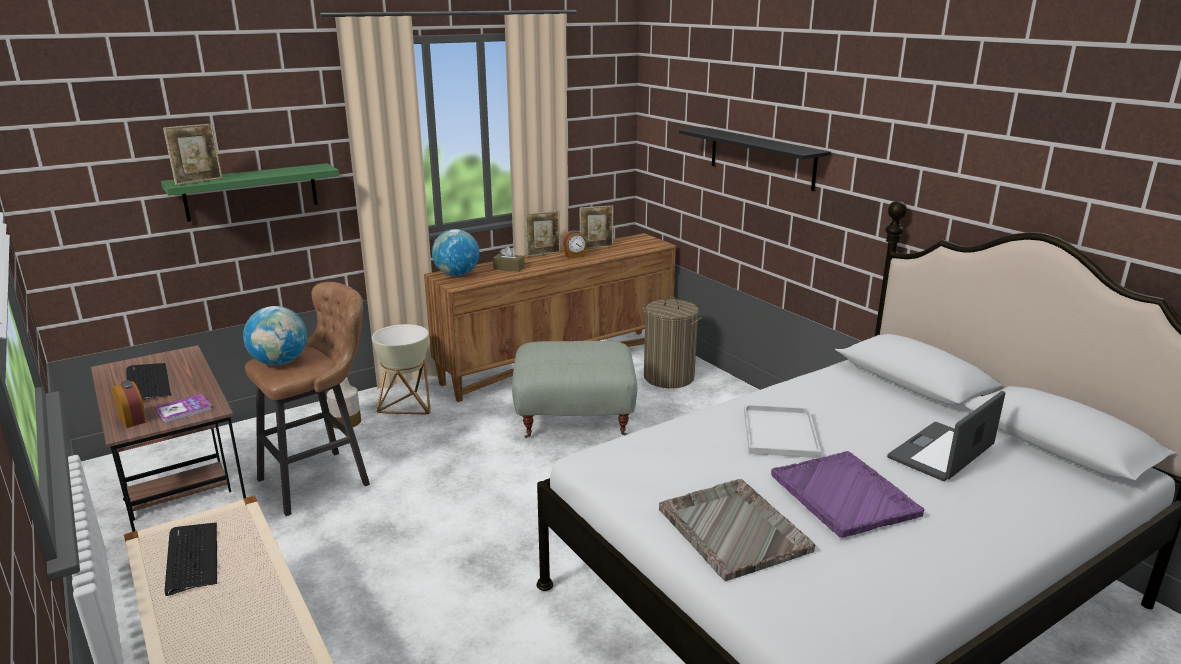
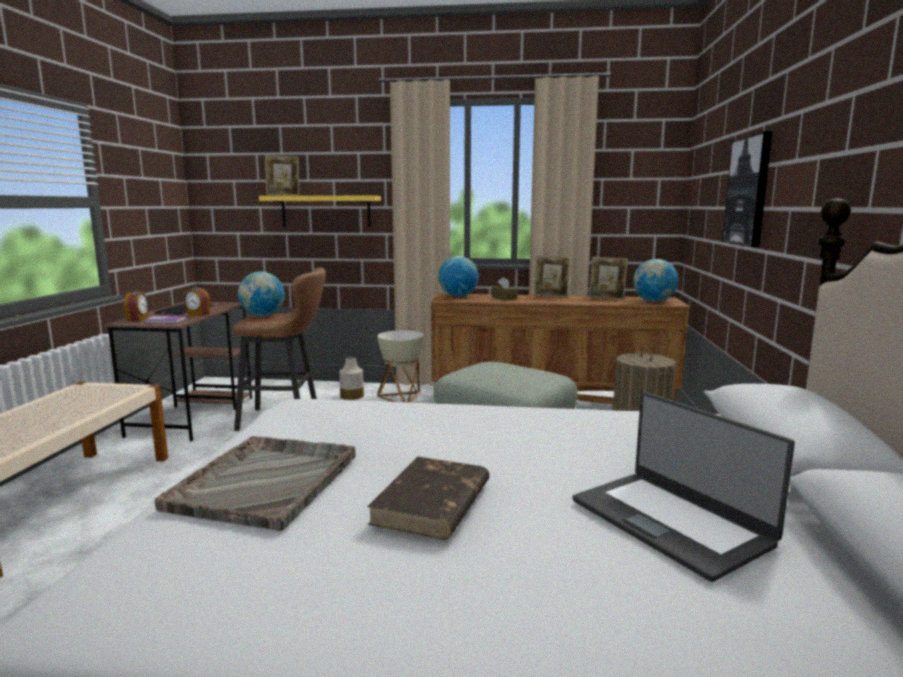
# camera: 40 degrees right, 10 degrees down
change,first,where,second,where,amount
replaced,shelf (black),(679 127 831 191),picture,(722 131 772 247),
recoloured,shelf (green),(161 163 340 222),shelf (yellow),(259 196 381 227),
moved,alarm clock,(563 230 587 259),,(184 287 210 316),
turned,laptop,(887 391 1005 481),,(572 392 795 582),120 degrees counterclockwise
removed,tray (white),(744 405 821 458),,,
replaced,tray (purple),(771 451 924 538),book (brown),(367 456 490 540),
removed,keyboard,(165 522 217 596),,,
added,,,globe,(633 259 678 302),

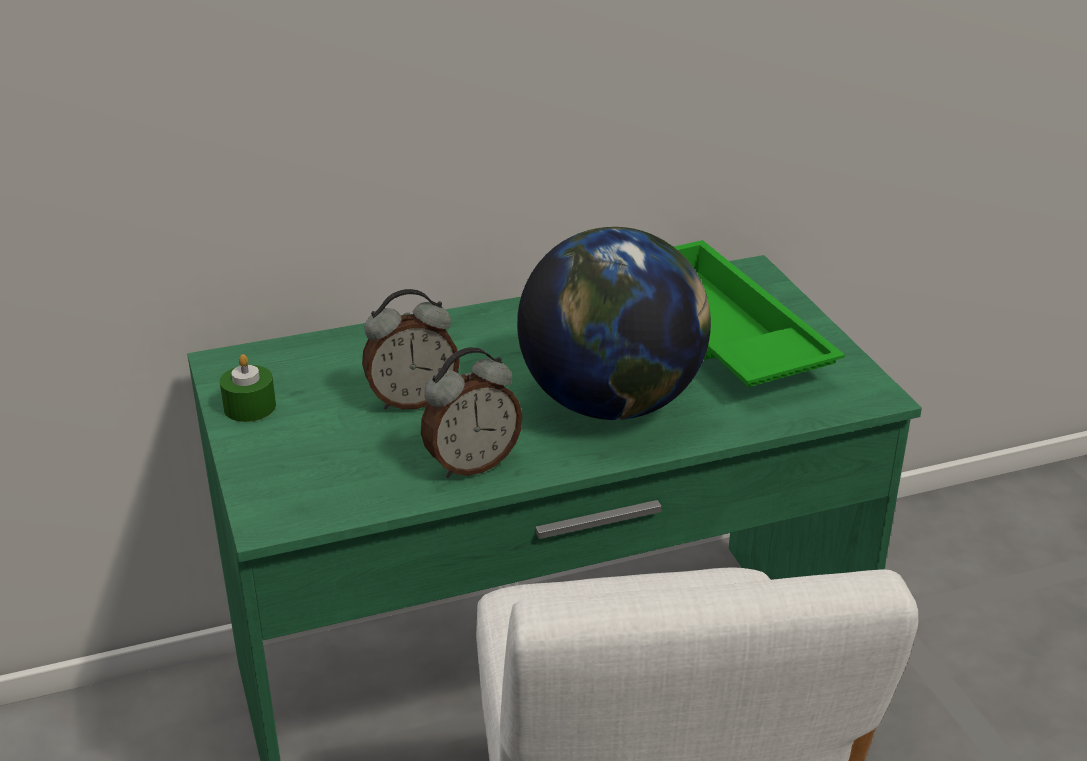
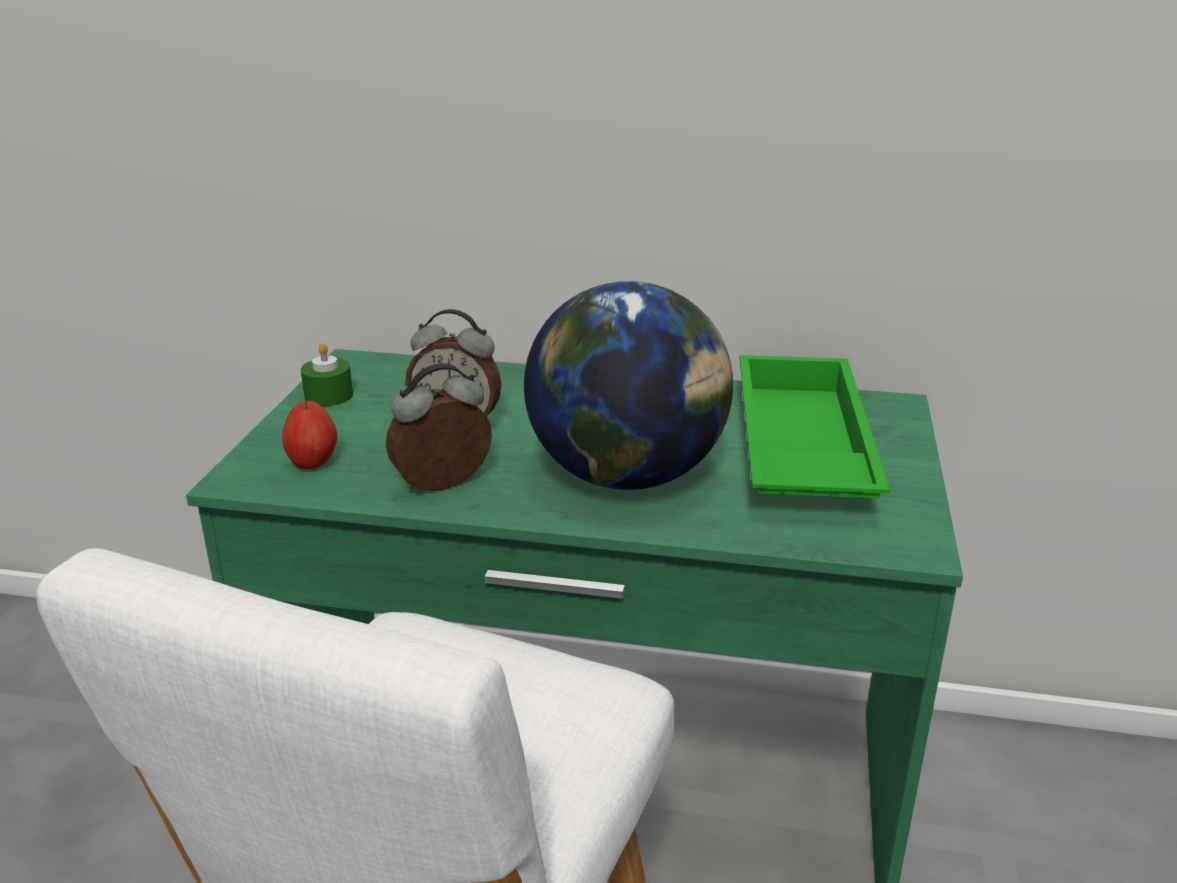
# camera: 30 degrees right, 5 degrees down
change,first,where,second,where,amount
turned,alarm clock,(421 347 523 478),,(386 363 492 492),150 degrees clockwise
added,,,apple,(282 401 337 469),

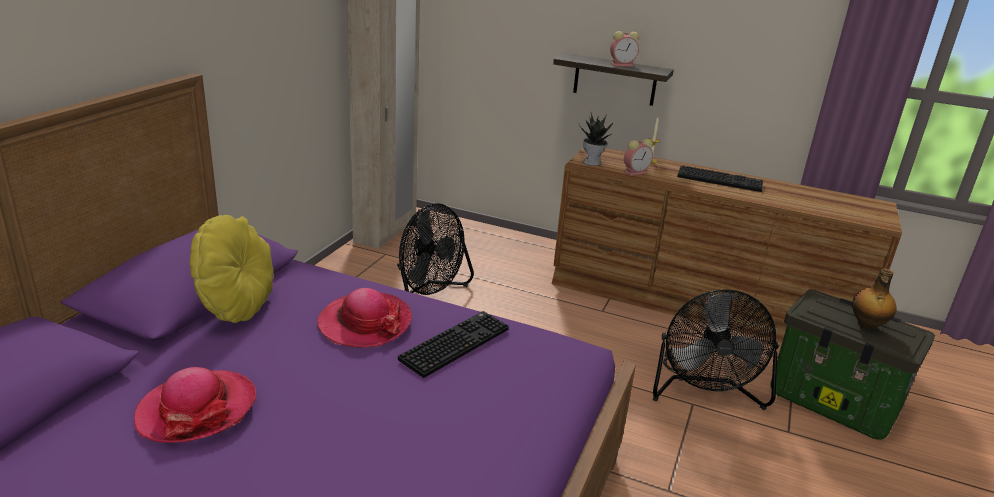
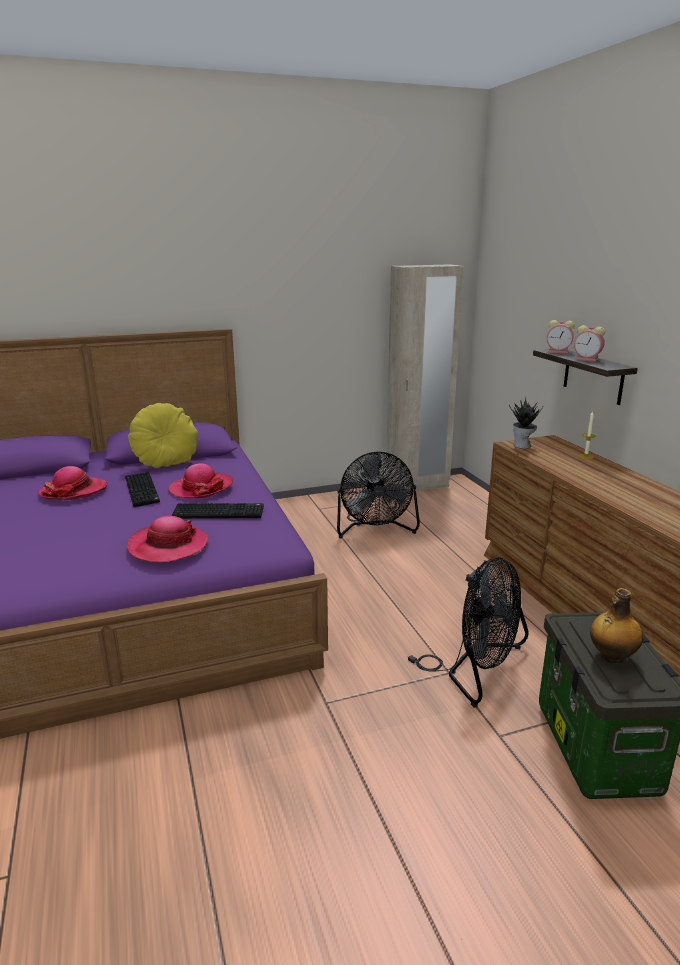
# camera: 50 degrees right, 5 degrees down
change,first,where,second,where,amount
moved,alarm clock,(624 139 653 176),,(547 320 575 354),
moved,keyboard,(677 165 763 192),,(125 472 160 507),
turned,fan (black),(653 289 779 410),,(407 557 529 708),105 degrees counterclockwise
added,,,hat,(127 516 208 563),

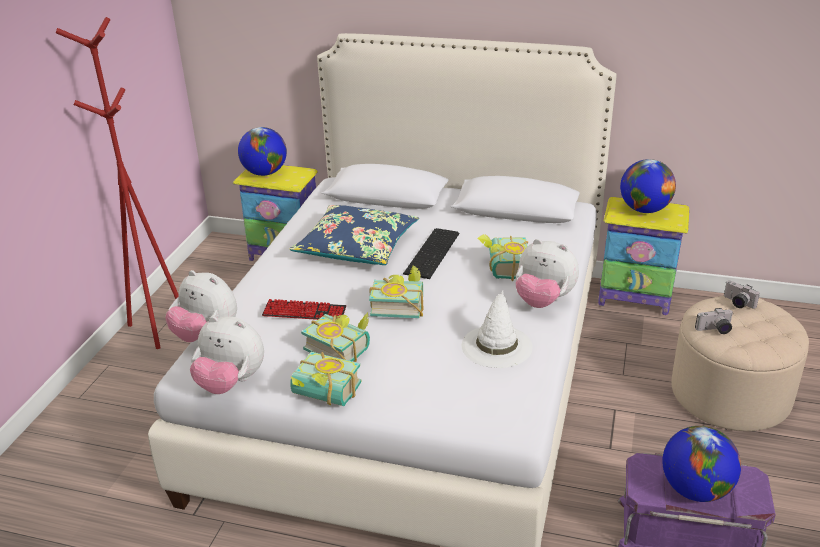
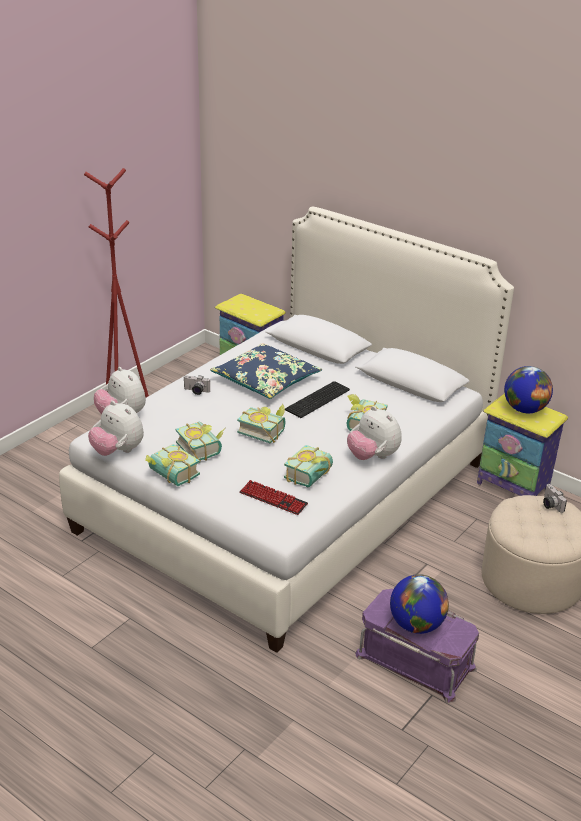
# camera: 20 degrees right, 0 degrees up
change,first,where,second,where,amount
removed,globe,(238 127 287 176),,,
replaced,hat (white),(461 290 533 368),book,(284 445 333 487),
moved,keyboard,(262 299 346 320),,(240 480 308 515),
moved,photo camera,(695 308 733 334),,(184 375 210 395),

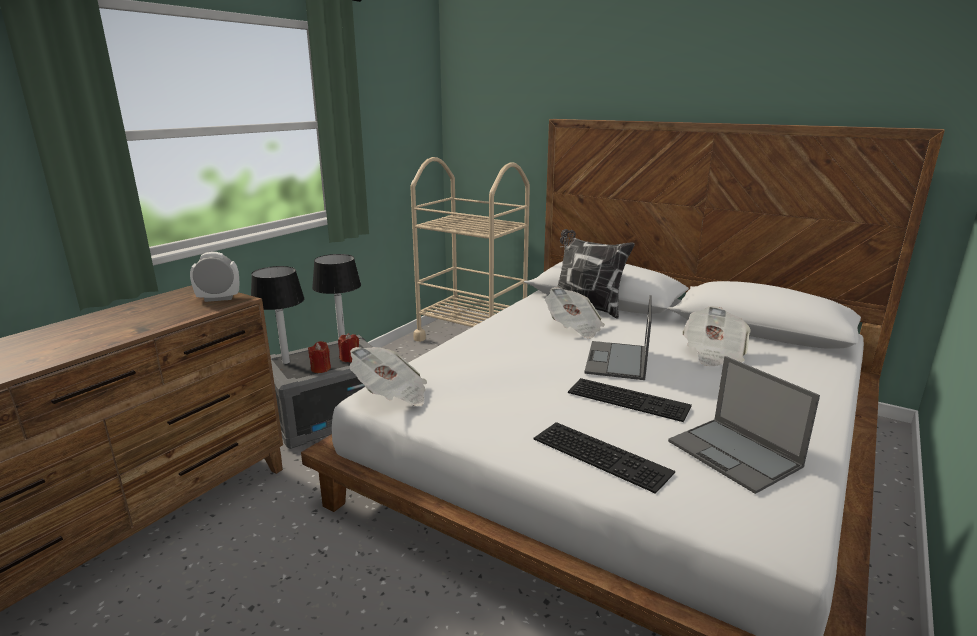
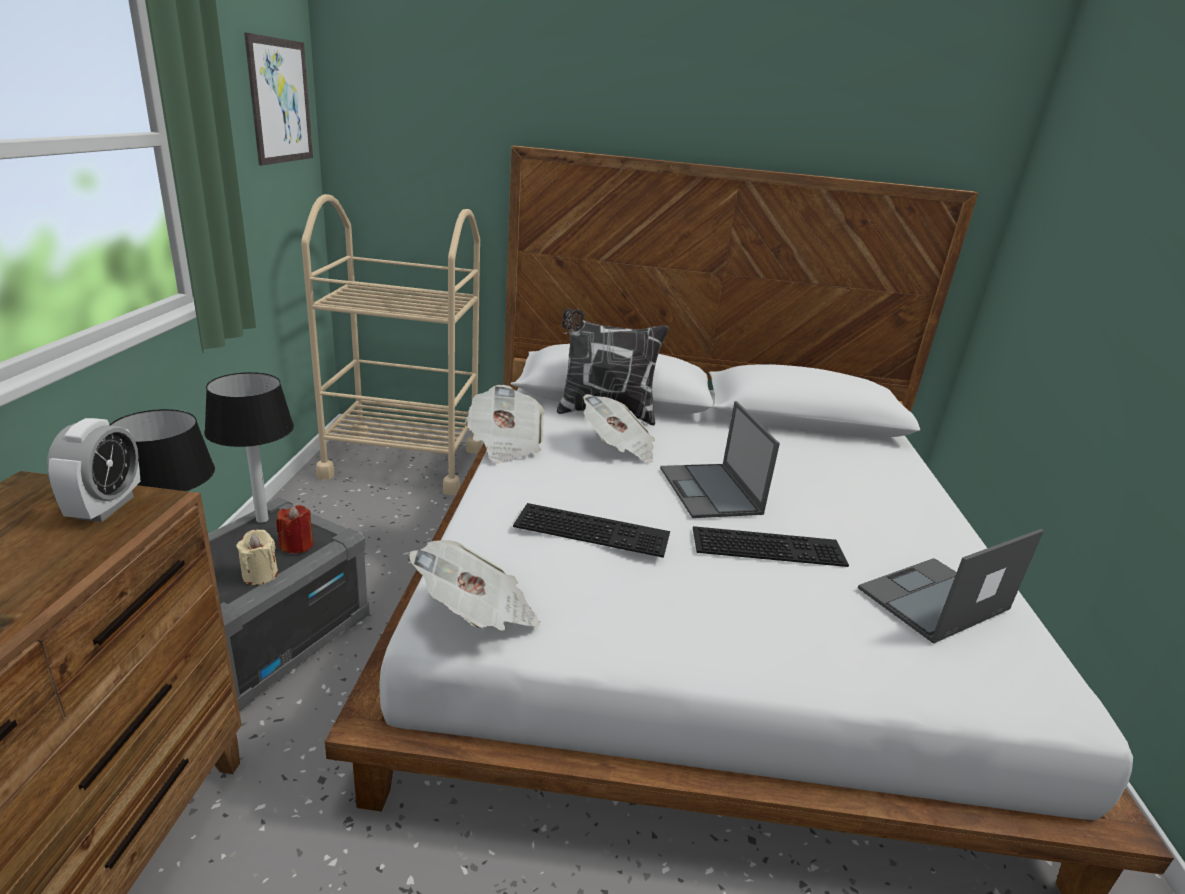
# camera: 30 degrees left, 5 degrees up
change,first,where,second,where,amount
turned,alarm clock,(190 252 239 302),,(47 418 141 522),135 degrees clockwise
moved,newspaper,(682 306 751 366),,(465 385 545 463),
recoloured,candle (red),(308 341 331 373),candle (beige),(236 529 278 585),
turned,laptop,(668 356 820 494),,(858 529 1044 644),120 degrees clockwise
moved,keyboard,(534 422 675 494),,(513 503 670 558),
added,,,picture,(244 32 313 166),

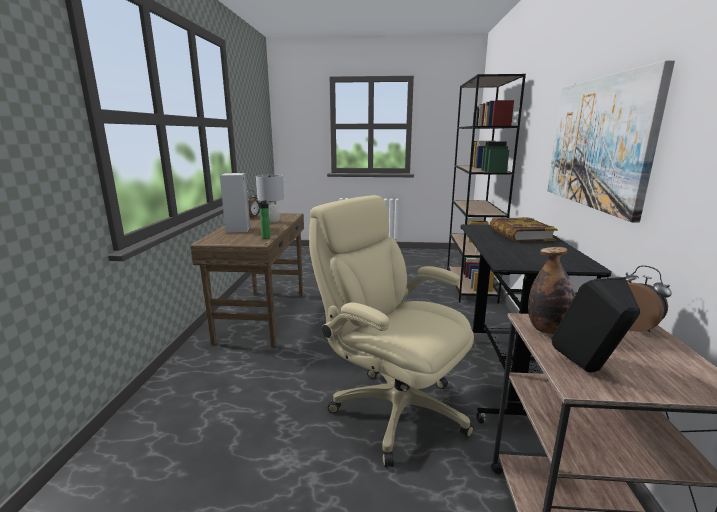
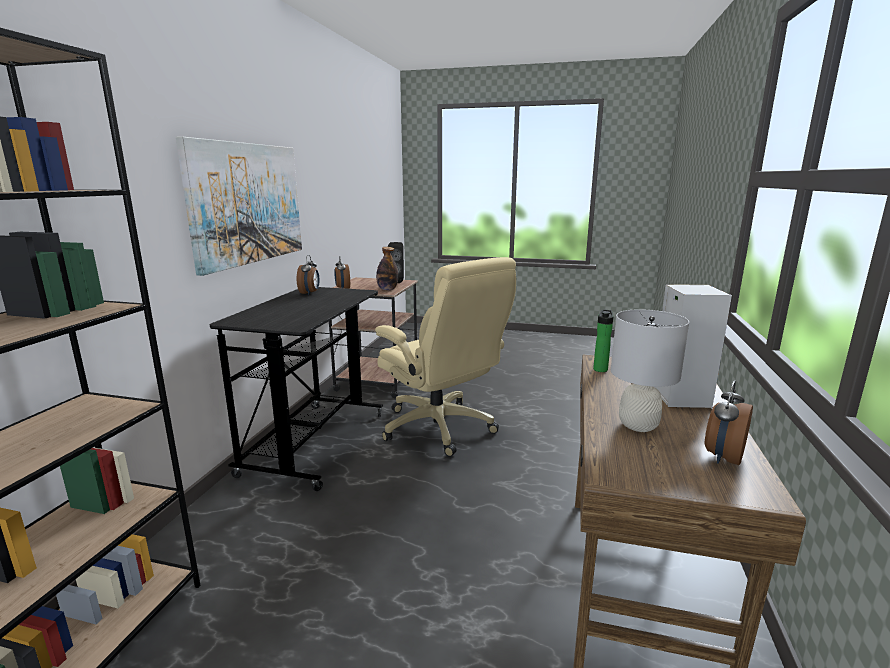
# camera: 170 degrees left, 0 degrees up
change,first,where,second,where,amount
removed,book,(490 217 558 242),,,
added,,,alarm clock,(297 255 319 295),

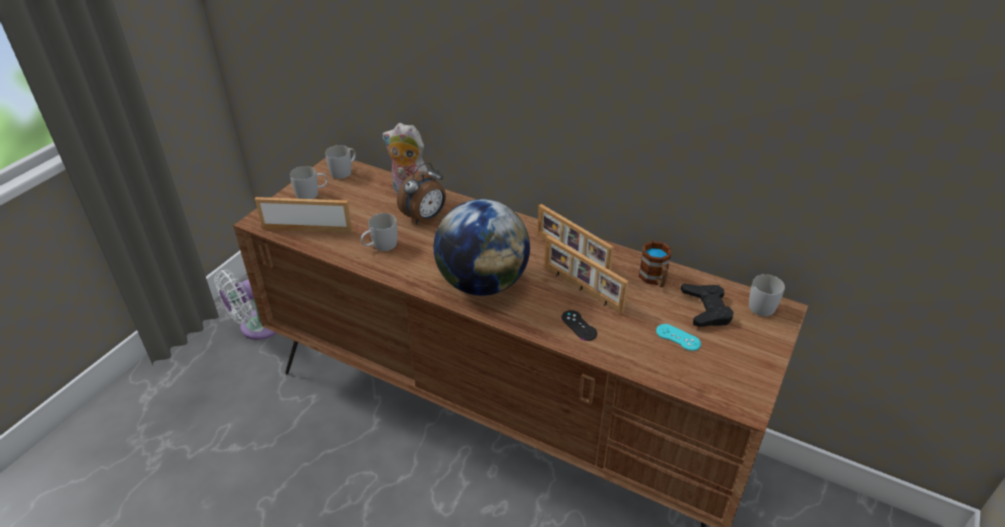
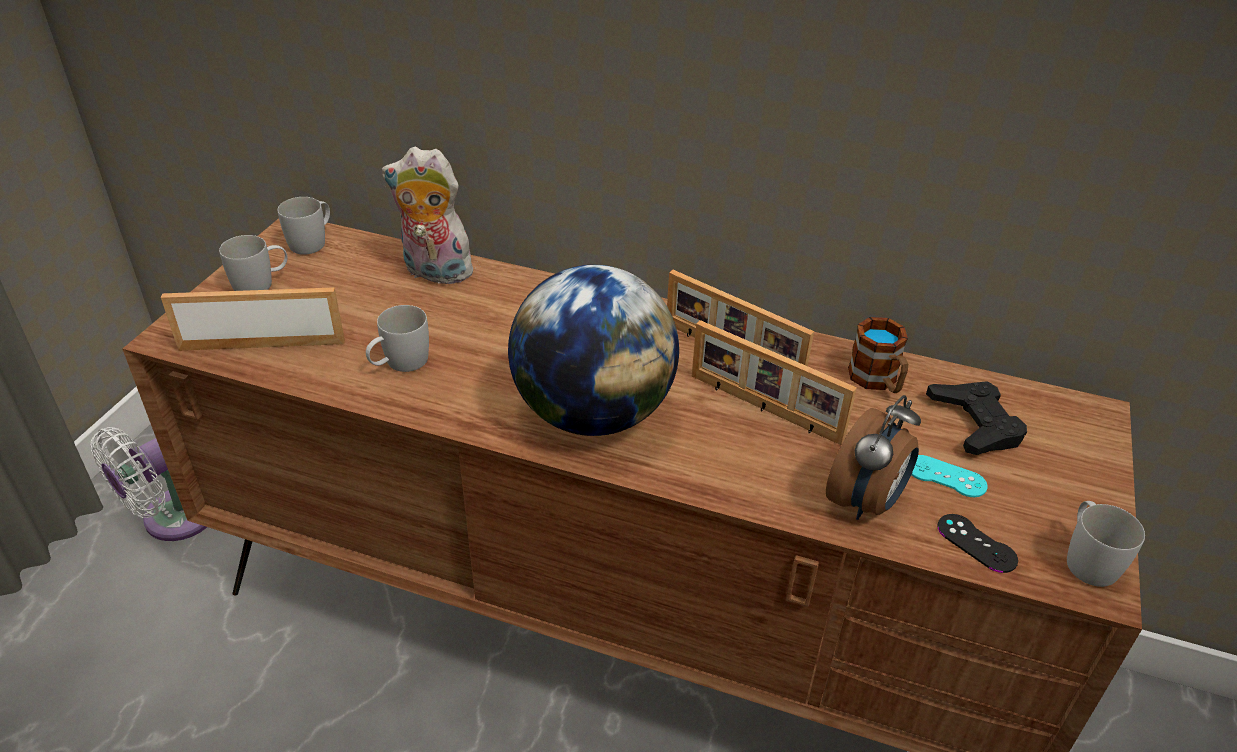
# camera: 10 degrees left, 0 degrees up
change,first,where,second,where,amount
moved,alarm clock,(397 162 446 224),,(826 395 921 520),
moved,mug (white),(749 274 785 316),,(1067 501 1145 587),
moved,game controller (black),(562 310 597 341),,(938 514 1018 573),

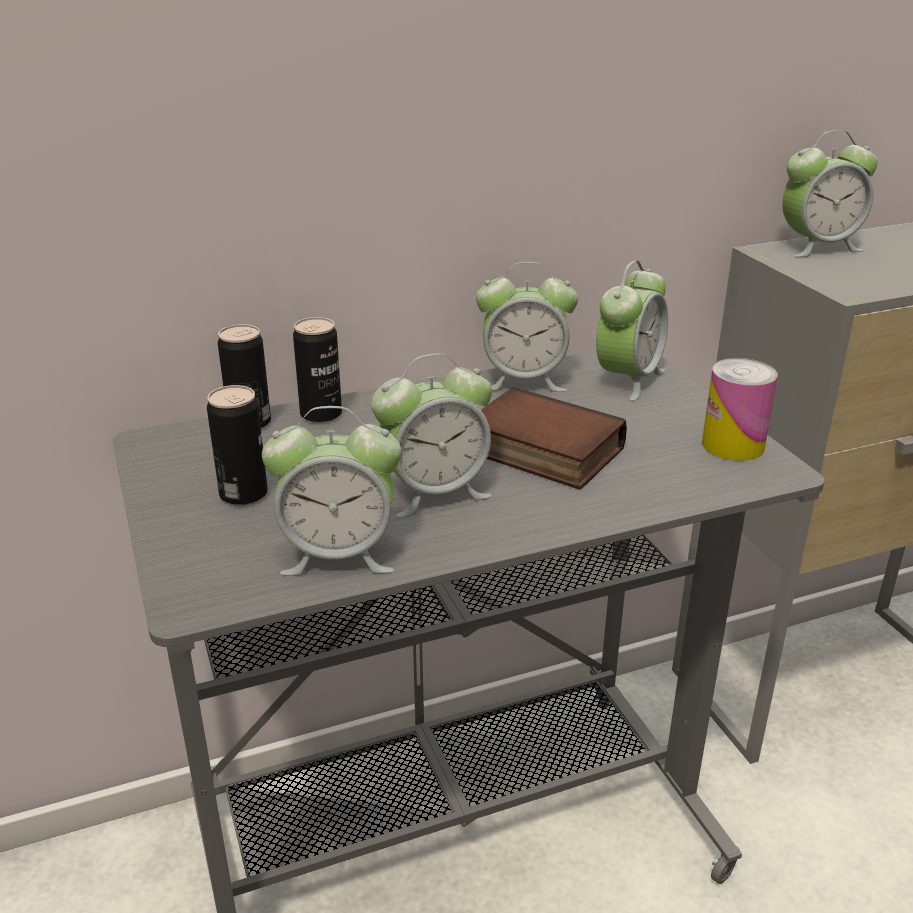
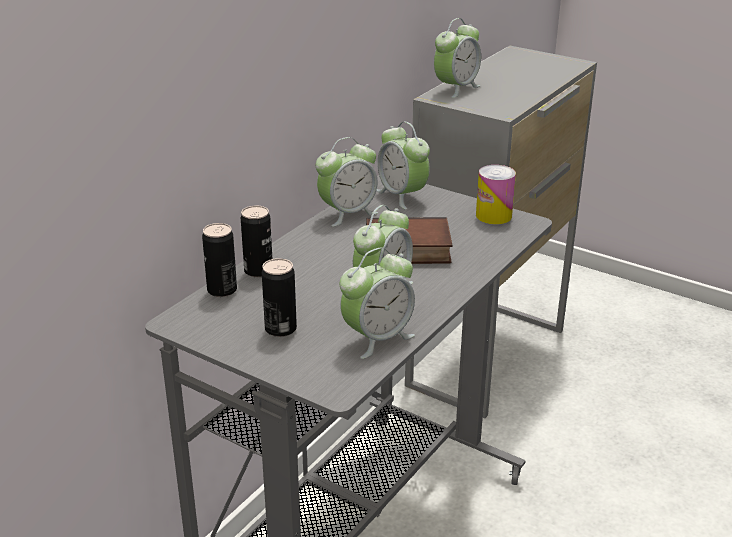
# camera: 35 degrees left, 0 degrees up
change,first,where,second,where,amount
turned,alarm clock,(596 261 668 401),,(376 121 430 210),150 degrees clockwise

